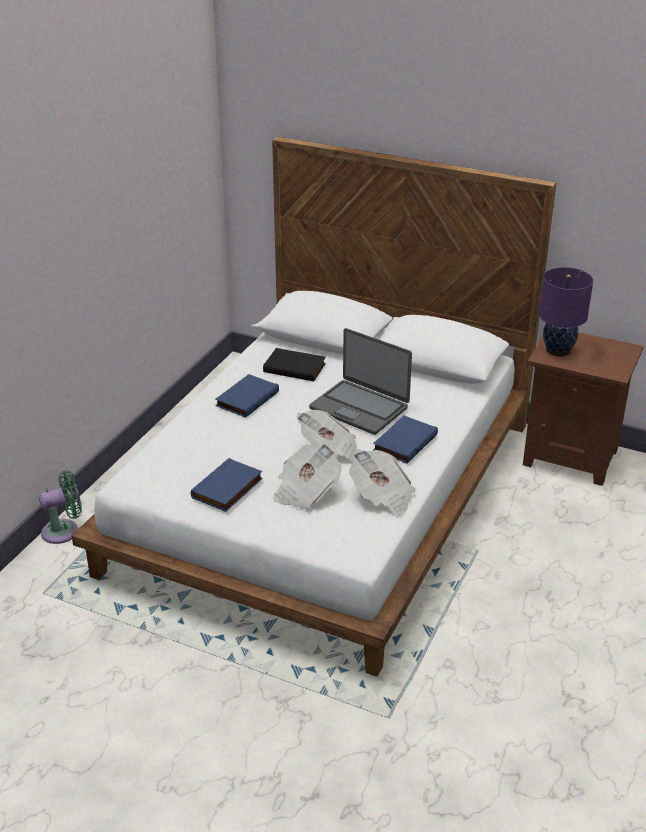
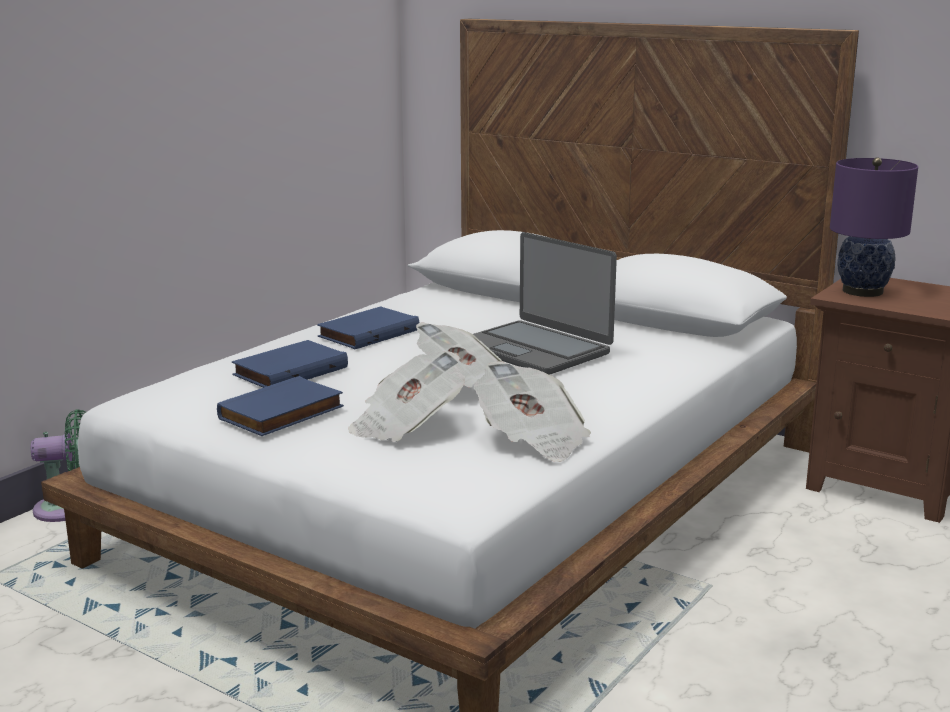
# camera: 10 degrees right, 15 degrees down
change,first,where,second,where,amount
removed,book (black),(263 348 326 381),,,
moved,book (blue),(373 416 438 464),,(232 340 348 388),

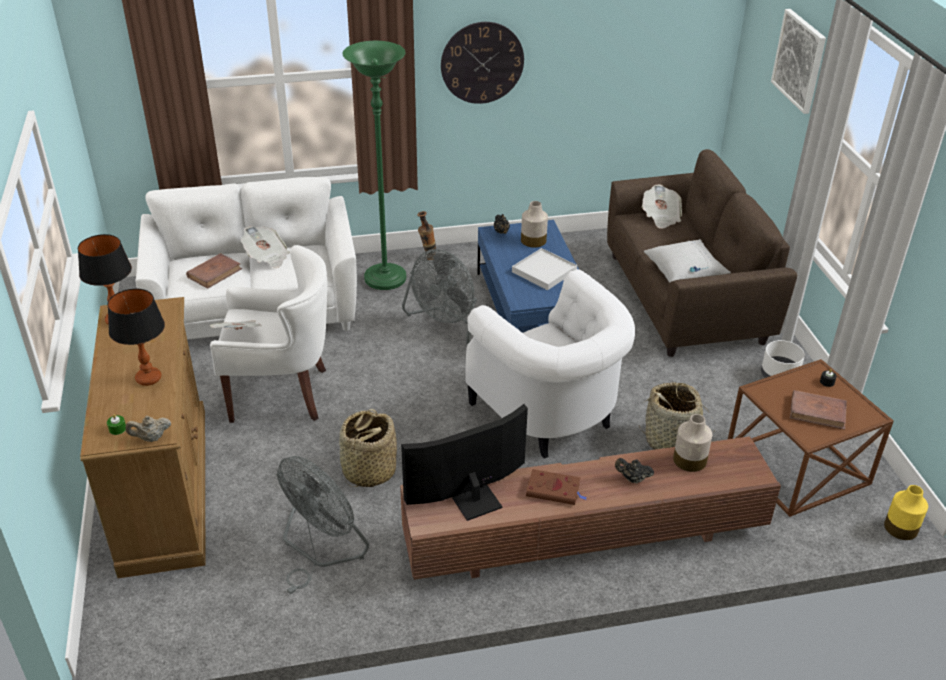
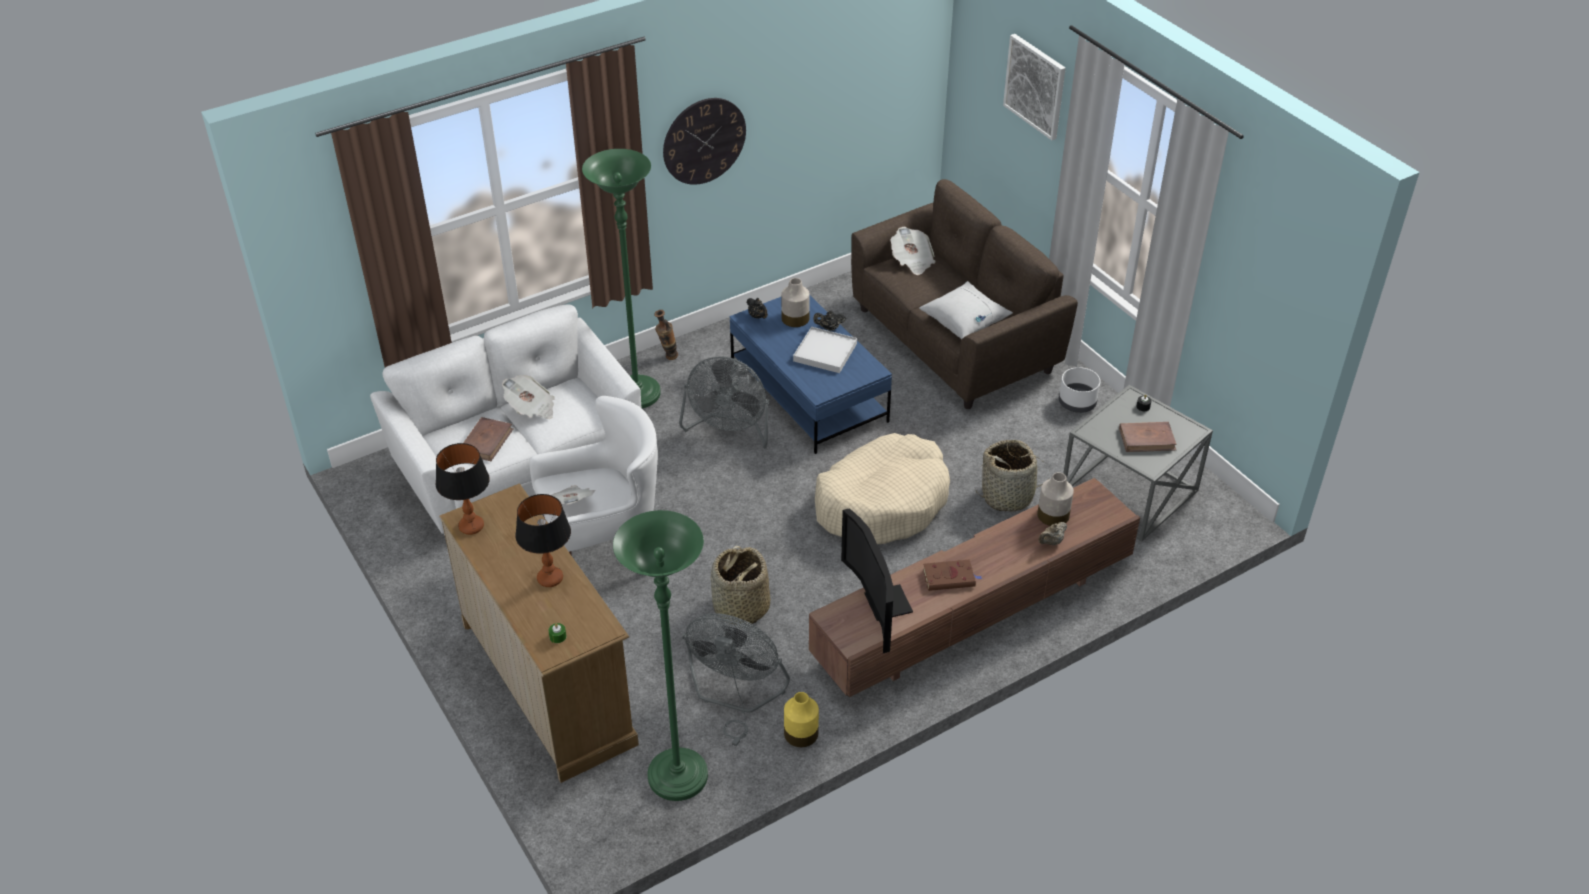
# camera: 20 degrees left, 5 degrees up
change,first,where,second,where,amount
replaced,armchair (white),(465 269 635 459),dog bed (beige),(815 433 950 544),
recoloured,side table (brown),(728 359 894 517),side table (grey),(1063 385 1213 542),
turned,television,(401 404 528 521),,(841 508 913 653),60 degrees counterclockwise
moved,teapot (beige),(125 416 171 442),,(1038 522 1067 545),
moved,teapot (black),(615 458 654 484),,(813 310 846 331),
moved,vase (yellow),(884 485 928 540),,(784 692 819 747),
added,,,floor lamp (green),(613 510 708 801),

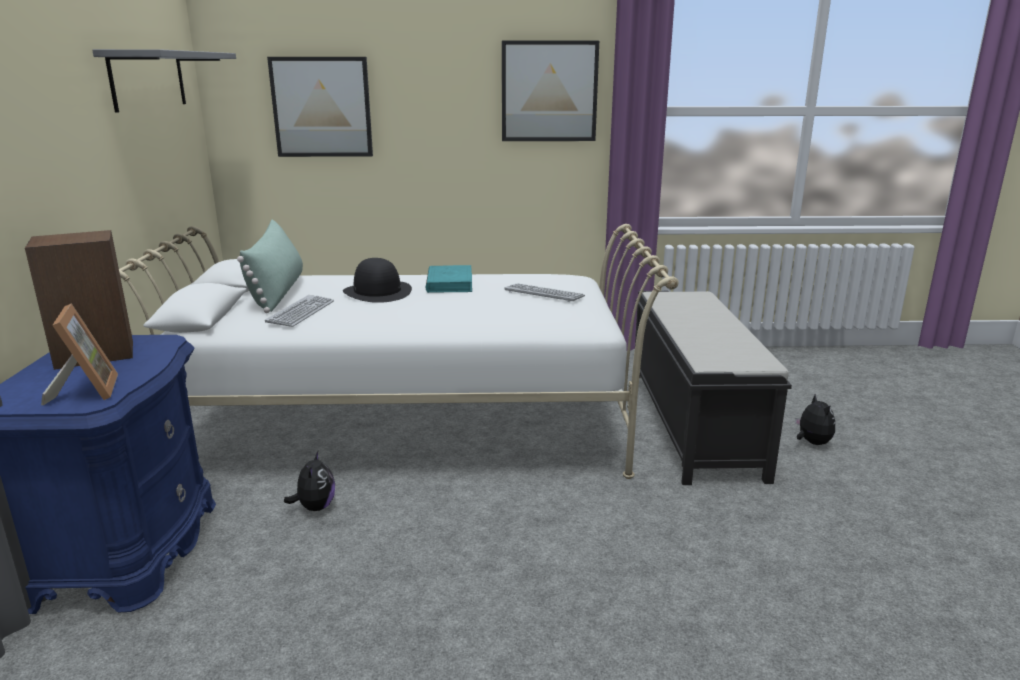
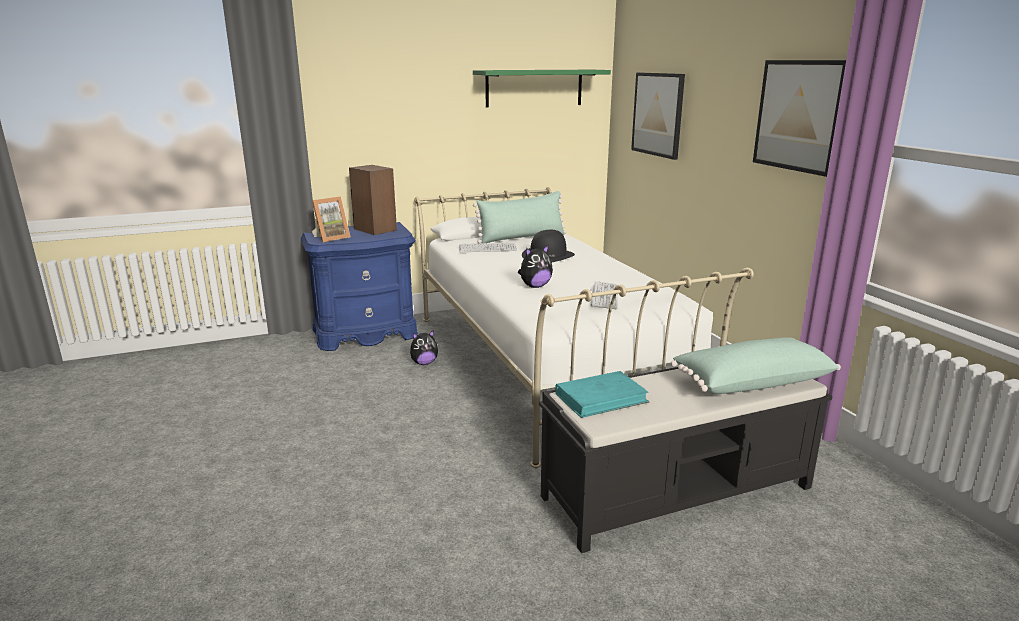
# camera: 70 degrees right, 0 degrees up
change,first,where,second,where,amount
recoloured,shelf (grey),(92 49 236 113),shelf (green),(473 70 611 107),
moved,book (turquoise),(425 265 472 293),,(555 371 650 418),
moved,plush toy,(795 394 835 445),,(518 245 553 288),
added,,,pillow (green),(670 337 841 394),

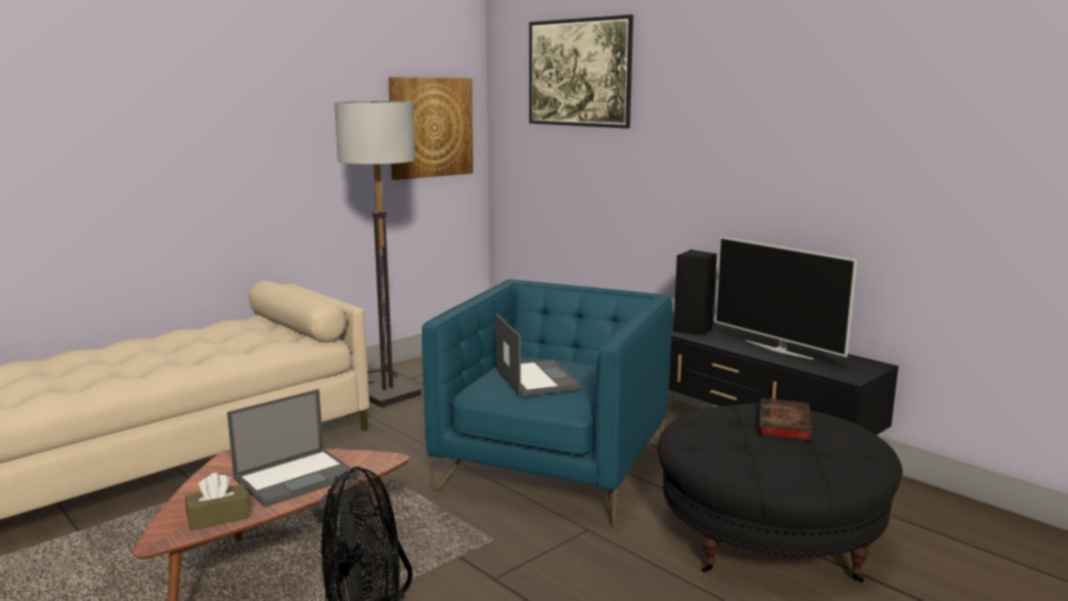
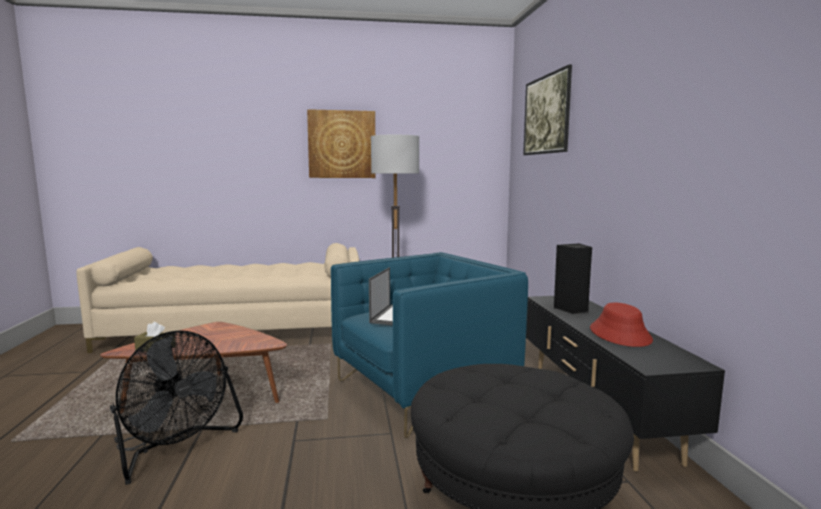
# camera: 35 degrees right, 5 degrees down
change,first,where,second,where,amount
moved,picture,(388 77 473 180),,(307 109 376 178),
replaced,television,(715 236 857 360),hat (red),(590 303 653 347),
removed,laptop,(227 389 357 508),,,
removed,book,(759 398 812 442),,,

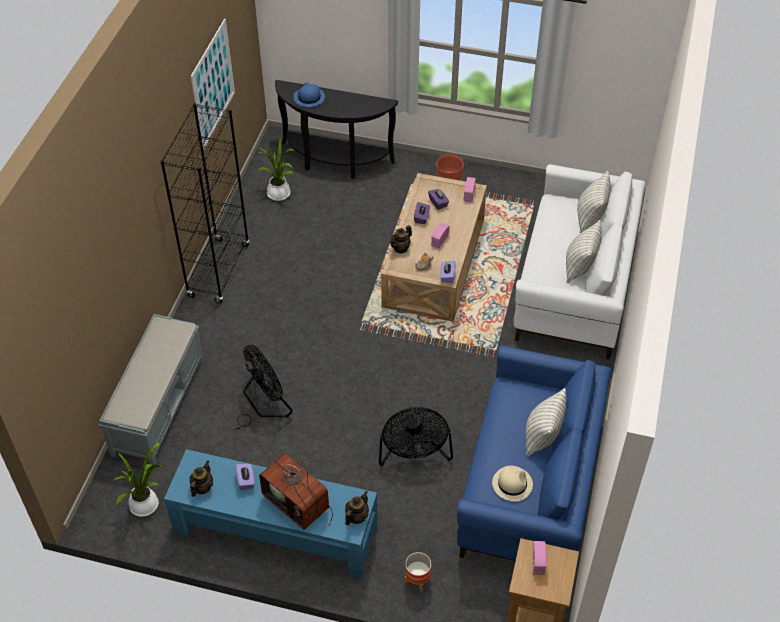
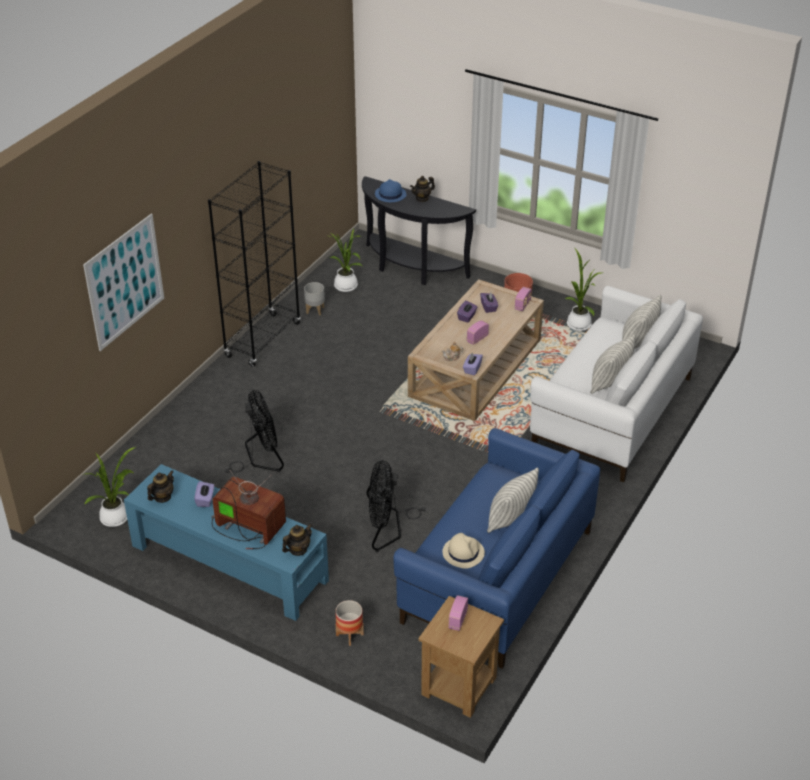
# camera: 15 degrees right, 10 degrees down
change,first,where,second,where,amount
moved,picture,(191 19 235 150),,(83 214 164 351),
moved,teapot,(390 225 412 254),,(410 176 435 202),
removed,bench (grey),(99 314 204 465),,,
turned,fan (black),(379 406 453 467),,(367 460 426 553),75 degrees clockwise
turned,television,(259 451 333 530),,(212 470 286 549),150 degrees clockwise
added,,,potted plant,(565 249 601 331),
added,,,planter (grey),(304 282 325 316),

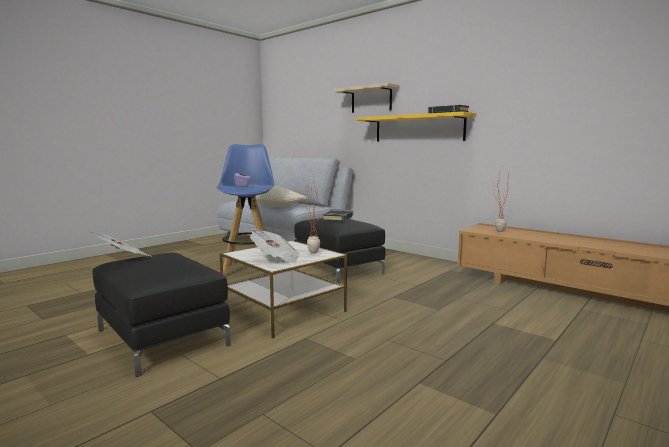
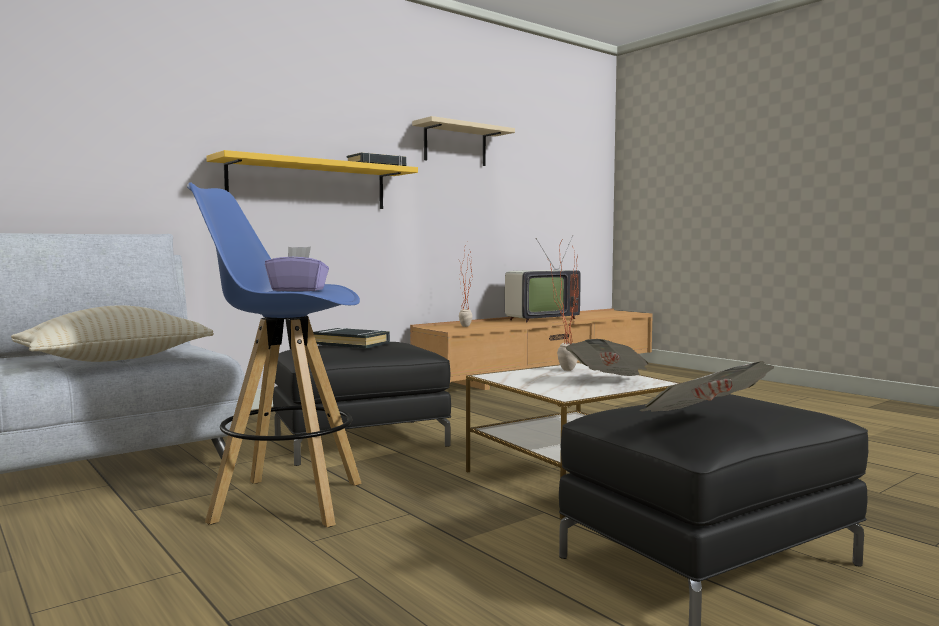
# camera: 80 degrees left, 5 degrees down
change,first,where,second,where,amount
moved,shelf (beige),(334 83 400 113),,(412 116 515 166),
added,,,television,(505 235 581 323),

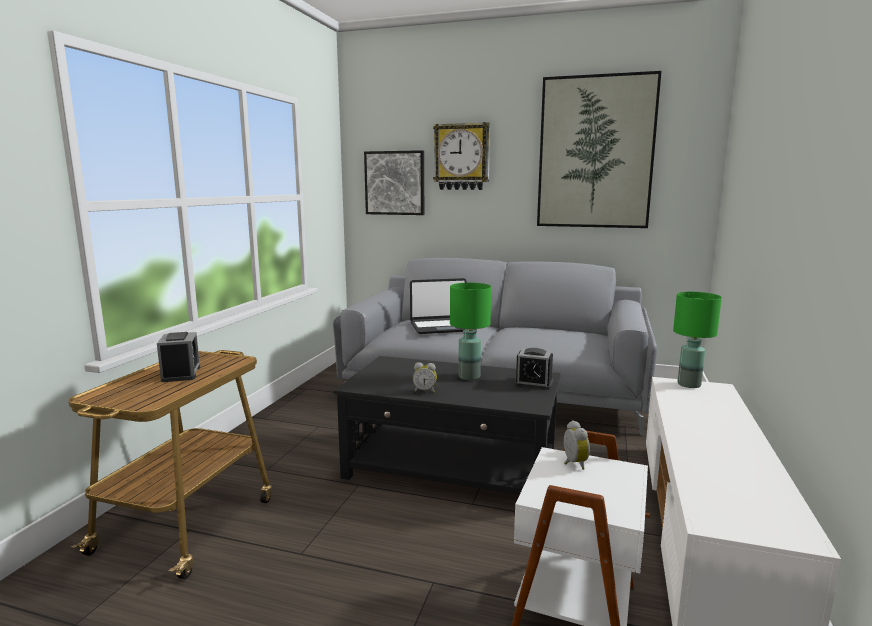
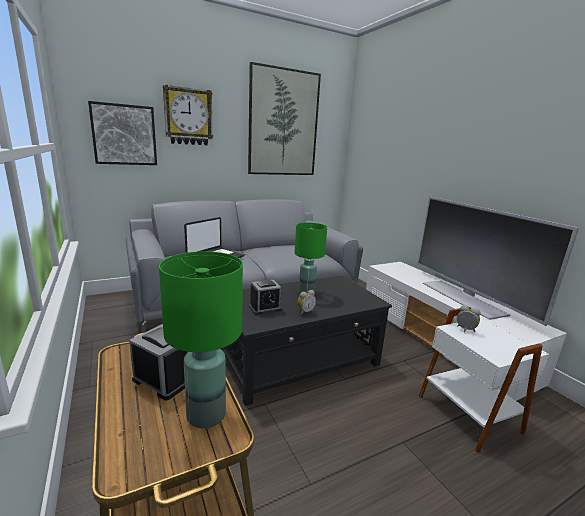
# camera: 45 degrees left, 5 degrees up
change,first,where,second,where,amount
moved,table lamp (green),(673 292 722 388),,(159 251 243 428),
moved,alarm clock,(514 348 553 390),,(249 280 282 315),
added,,,television,(417 196 579 326),

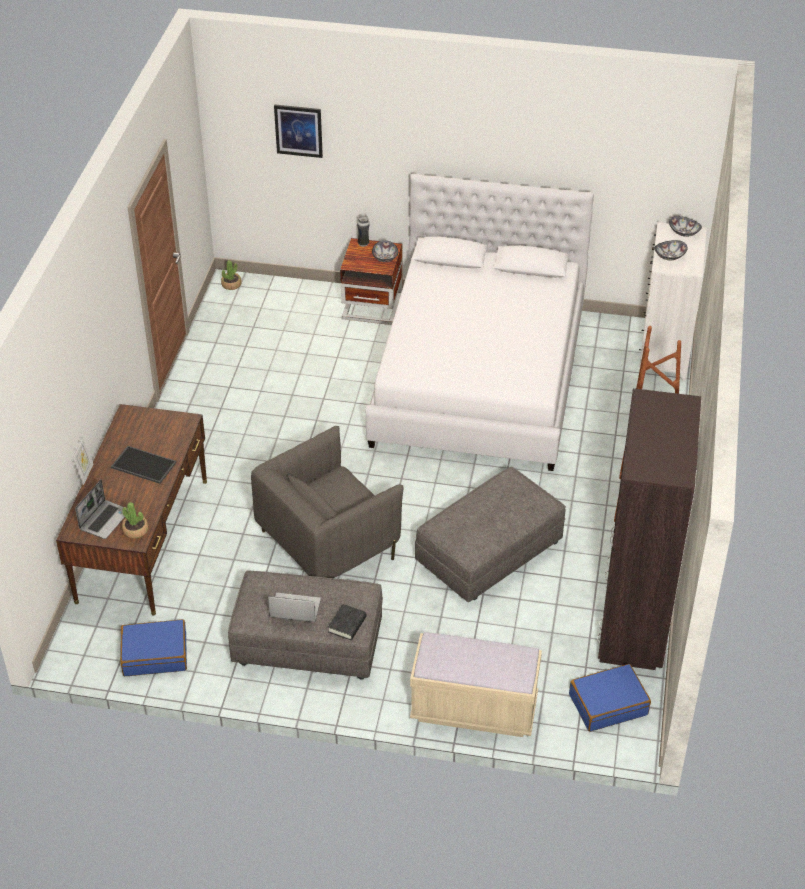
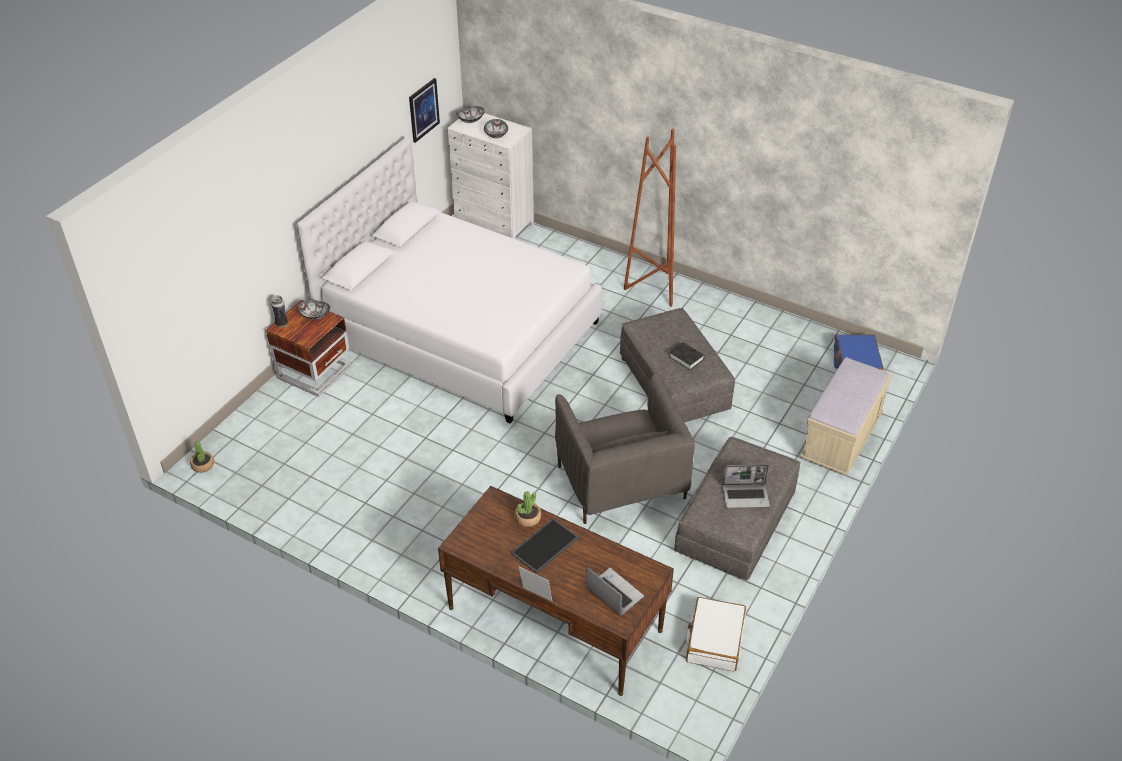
# camera: 70 degrees left, 0 degrees up
change,first,where,second,where,amount
moved,picture,(274 105 323 158),,(409 78 440 143),
removed,wardrobe (brown),(597 389 702 670),,,
moved,potted plant,(122 502 148 539),,(515 491 541 527),
turned,laptop,(268 593 321 622),,(722 465 770 508),120 degrees counterclockwise
moved,book (black),(328 604 367 640),,(669 342 705 370),
recoloured,suitcase (blue),(120 619 187 676),suitcase (white),(686 597 746 671),

